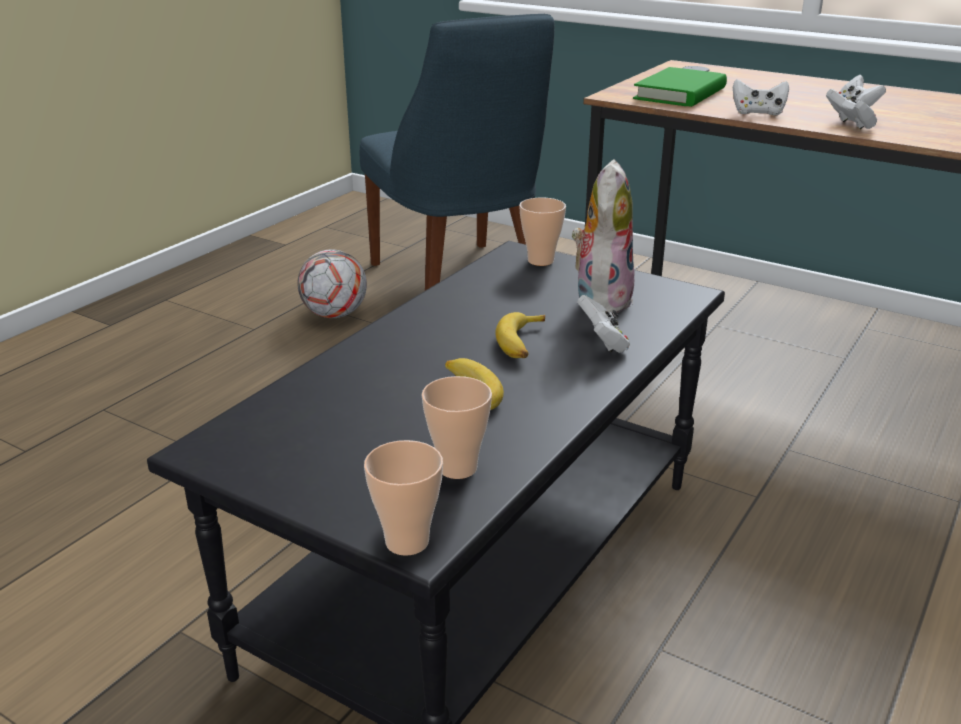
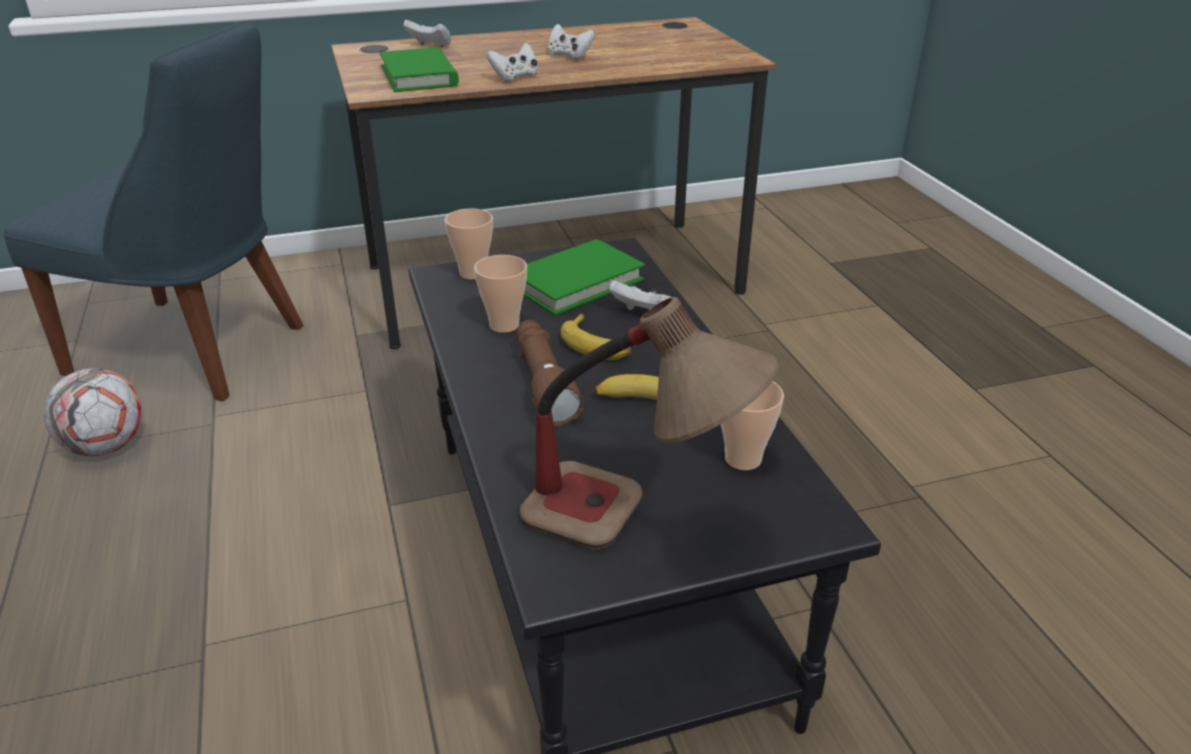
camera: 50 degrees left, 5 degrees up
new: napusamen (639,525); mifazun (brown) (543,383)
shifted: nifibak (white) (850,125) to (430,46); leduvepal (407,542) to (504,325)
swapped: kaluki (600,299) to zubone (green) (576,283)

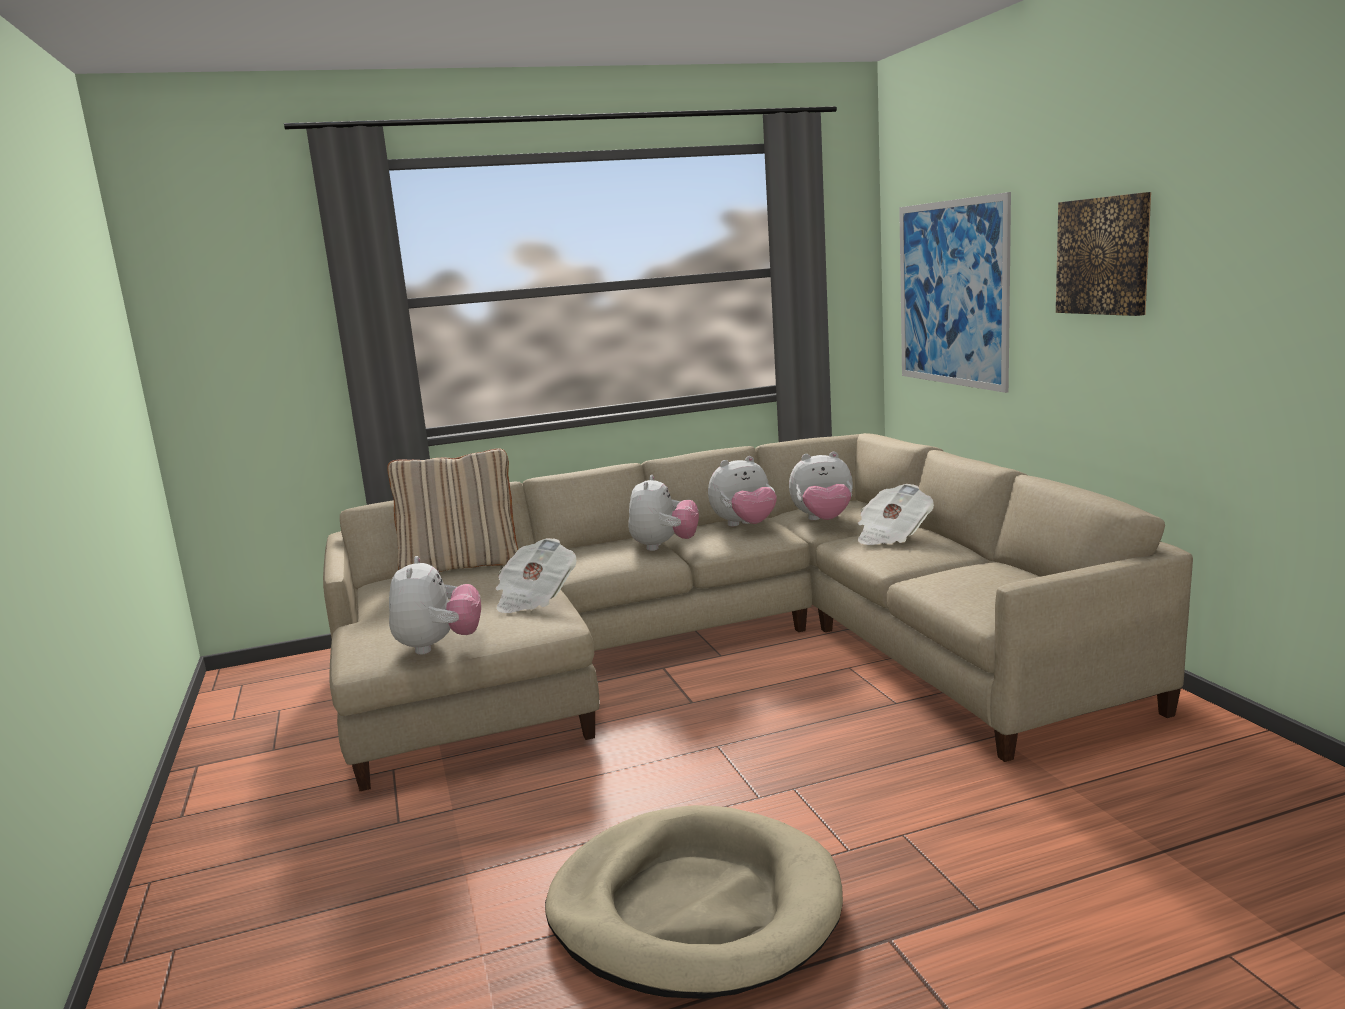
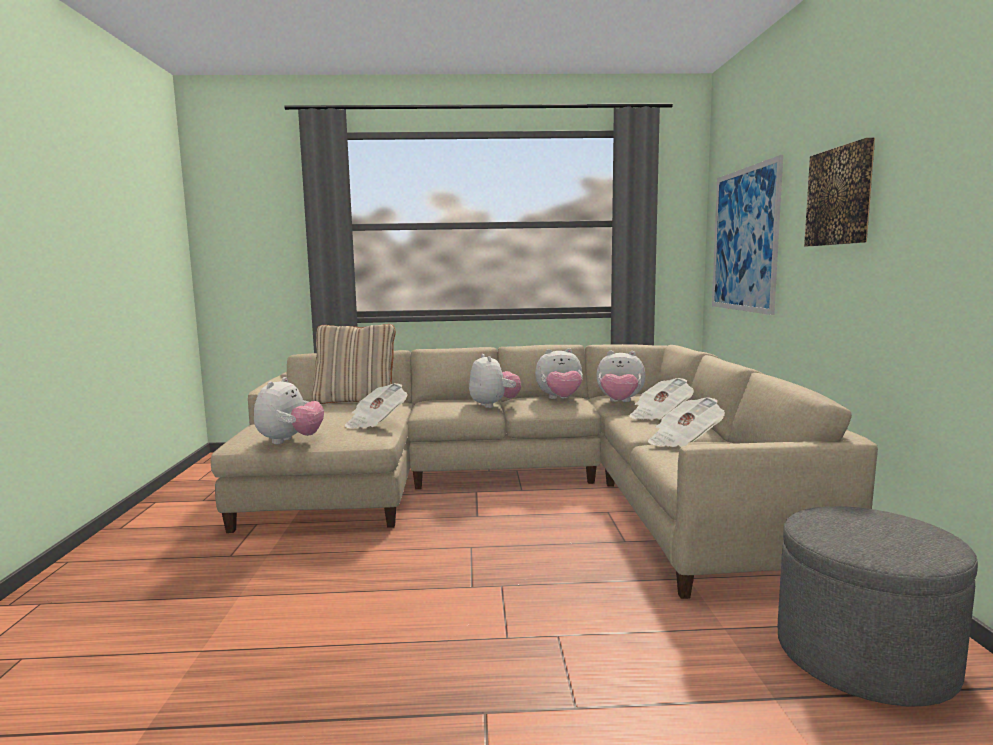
camera: 15 degrees right, 5 degrees down
gone: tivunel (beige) (694,908)
new: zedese (683,441); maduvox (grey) (863,657)
rotated: kaluki (664,546) = (494,405) 45 degrees counterclockwise

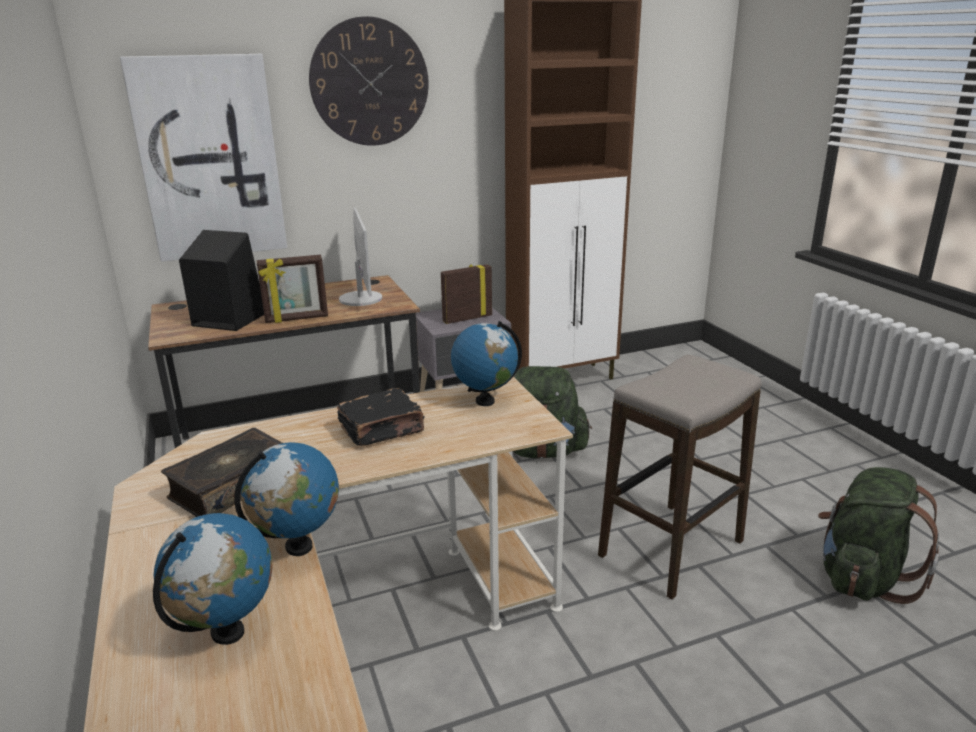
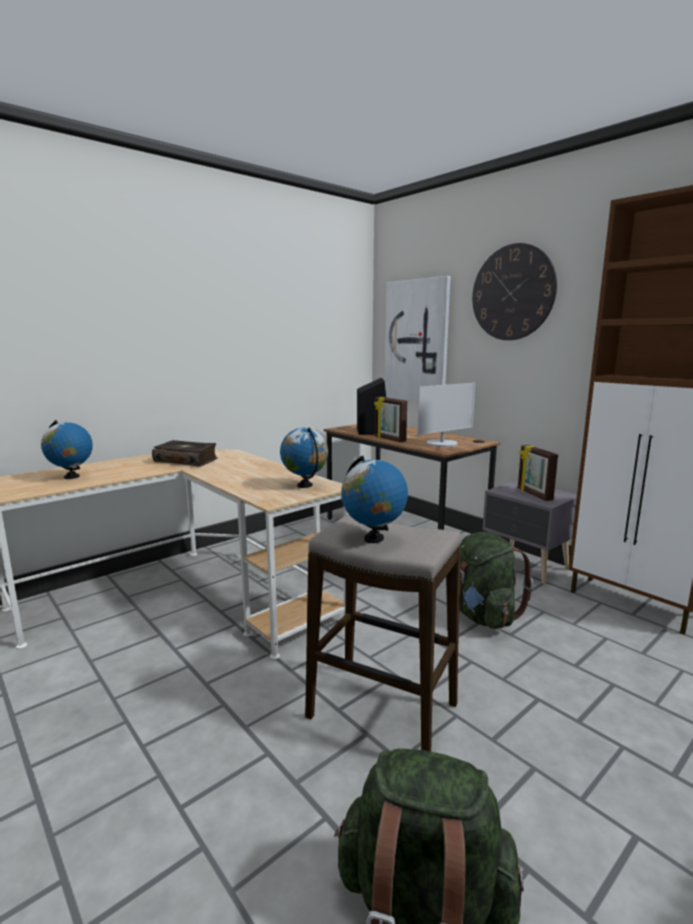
camera: 70 degrees right, 10 degrees down
gone: zubone (black) (383,430)
shifted: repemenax (299,547) to (373,539)
rotated: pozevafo (467,318) = (534,494) 150 degrees counterclockwise

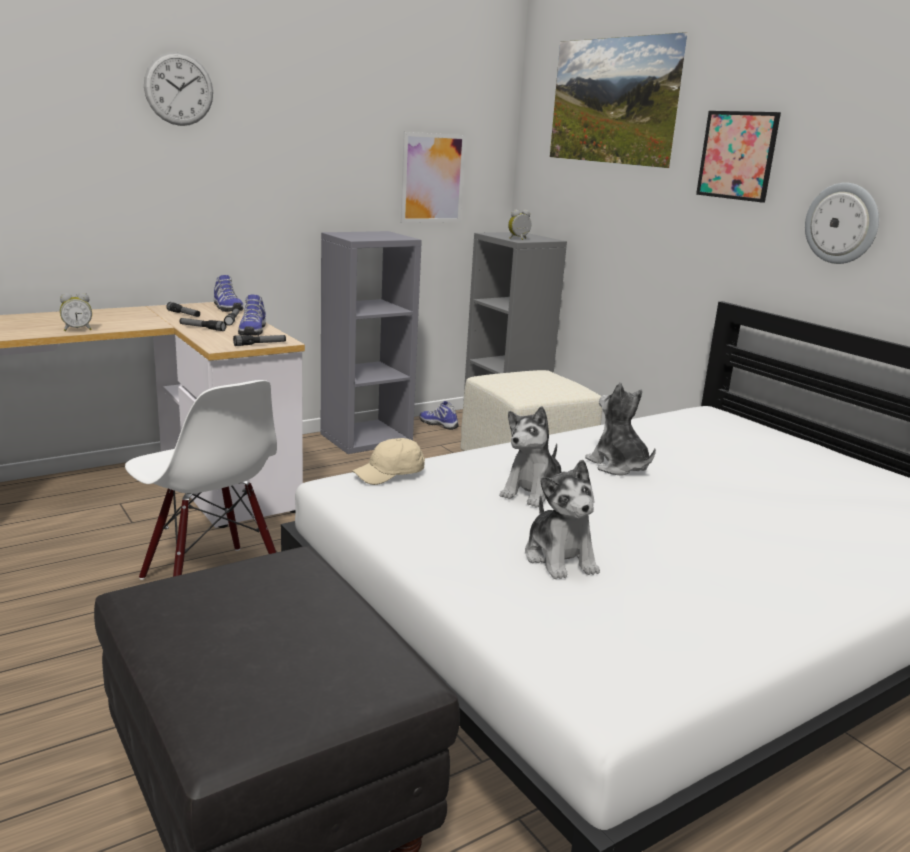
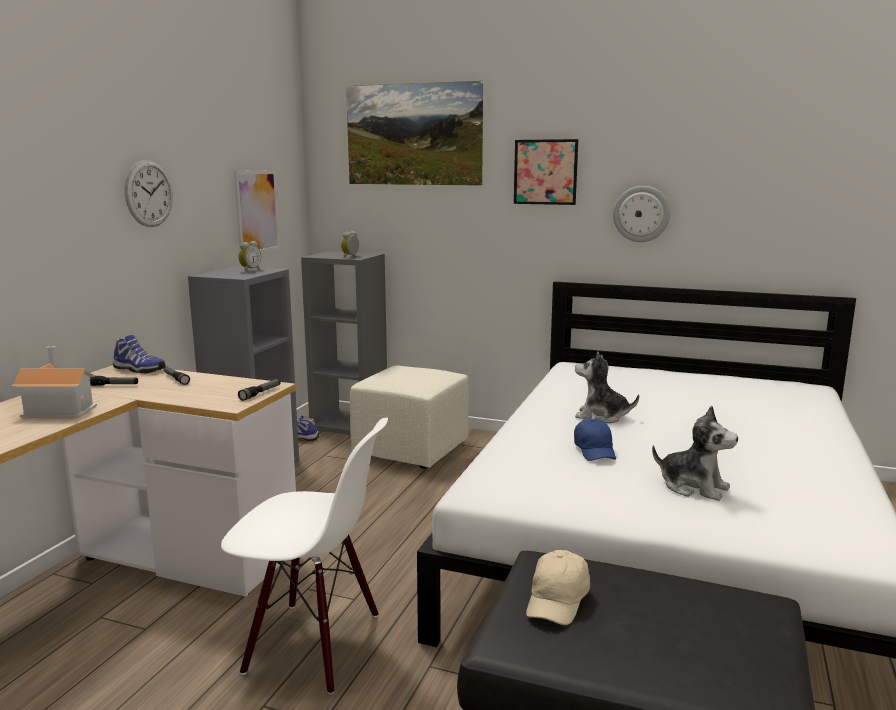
camera: 35 degrees left, 5 degrees down
gone: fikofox (252,331); mifazun (202,328)
new: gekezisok (59,407)
shifted: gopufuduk (179,89) to (149,193); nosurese (77,329) to (249,270); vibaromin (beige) (390,474) to (557,601)
swapped: kaluki (533,492) to vibaromin (blue) (595,451)

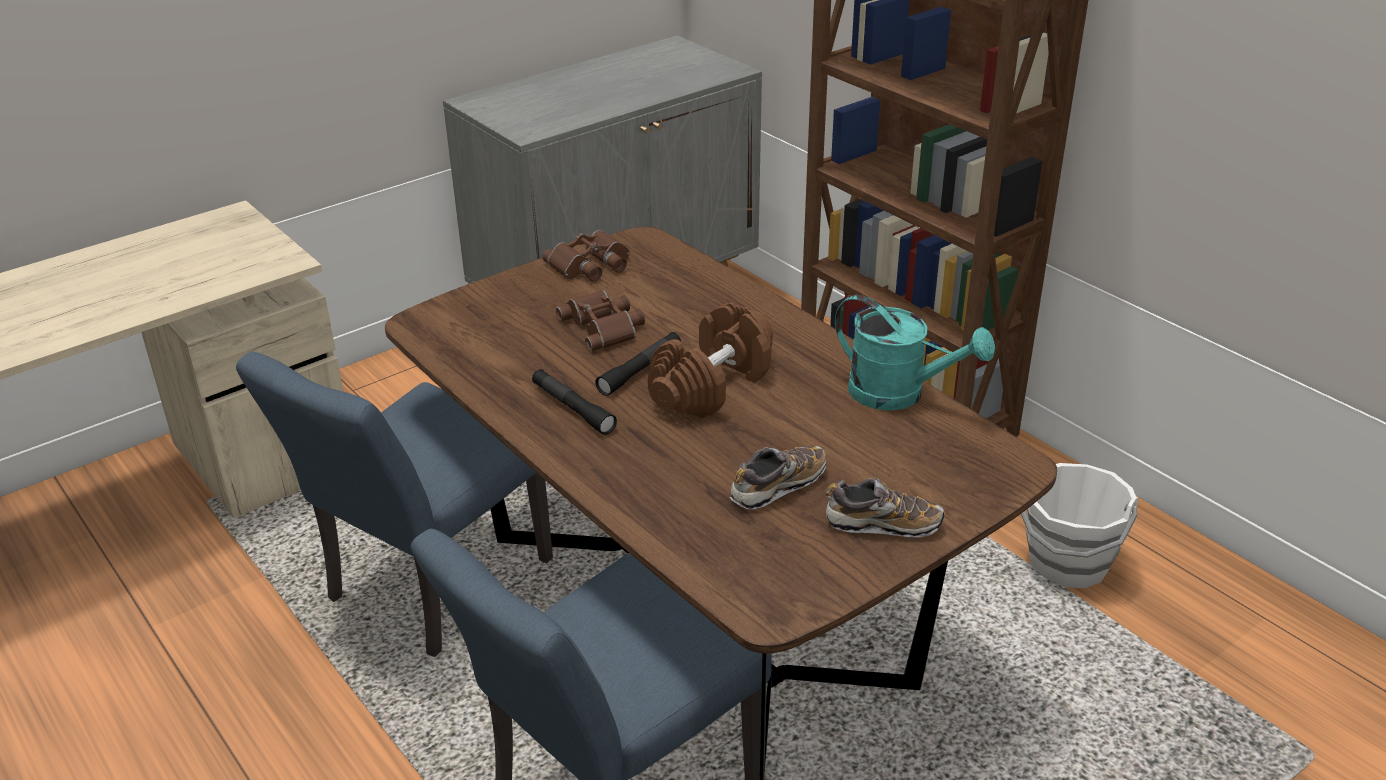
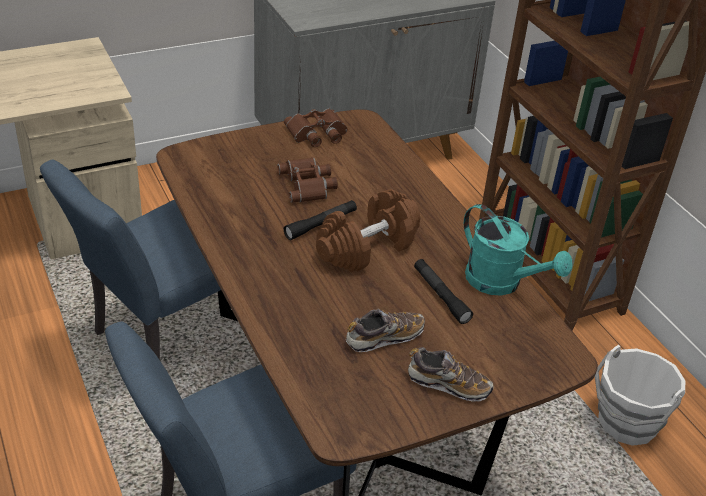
camera: 10 degrees right, 5 degrees up
shifted: mifazun (black) (573,408) to (440,296)

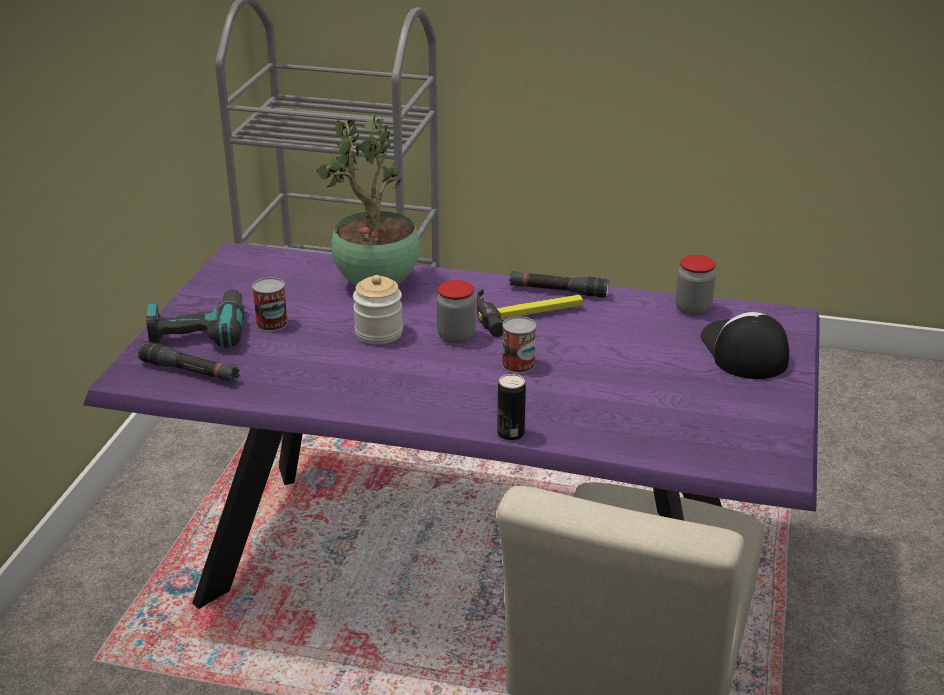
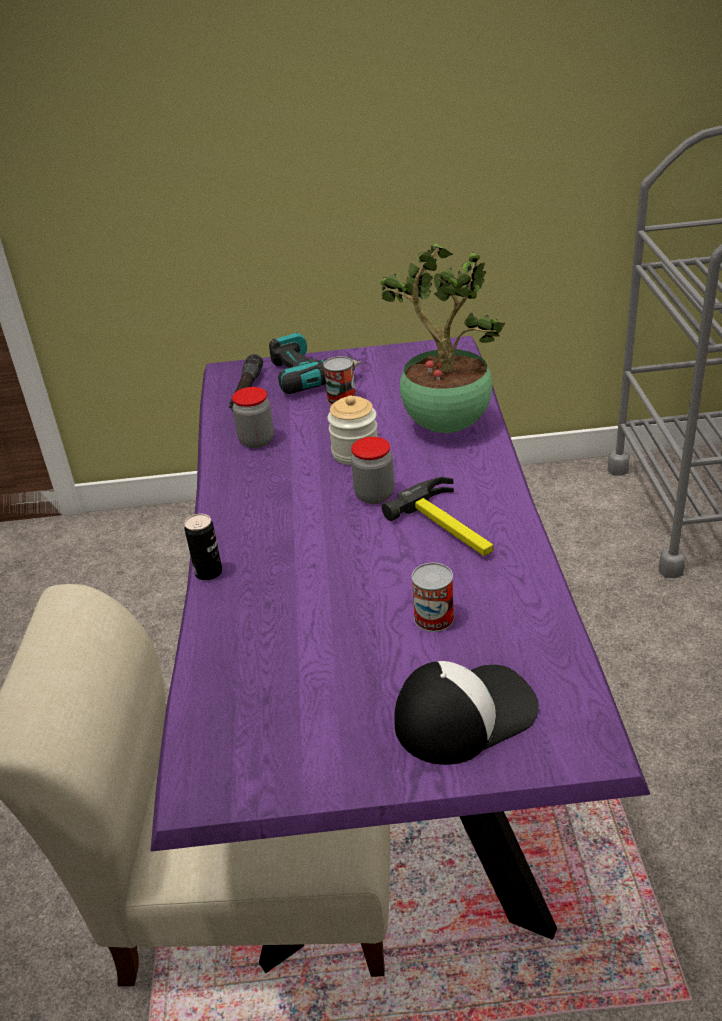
camera: 75 degrees right, 5 degrees up
gone: mifazun (black) (558,291)
shifted: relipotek (693,309) to (257,441); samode (518,364) to (434,618)

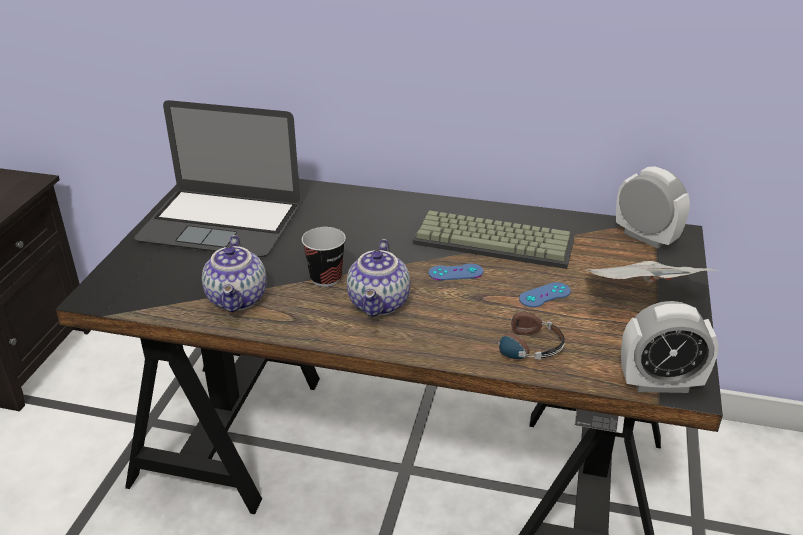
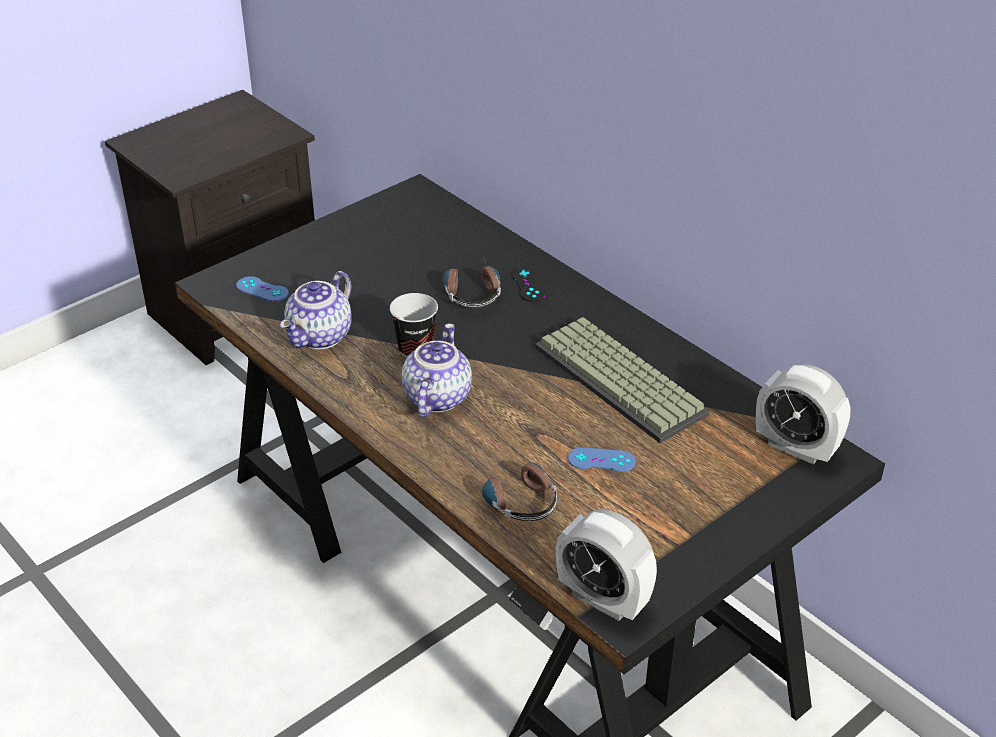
camera: 35 degrees right, 5 degrees up
gone: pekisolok (220,222); zedese (643,298)
new: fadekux (471,290); nifibak (black) (528,285)
shifted: nifibak (blue) (455,272) to (262,289)
rotated: nosurese (645,237) = (796,447) 135 degrees clockwise; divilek (380,304) = (435,397) 150 degrees clockwise

